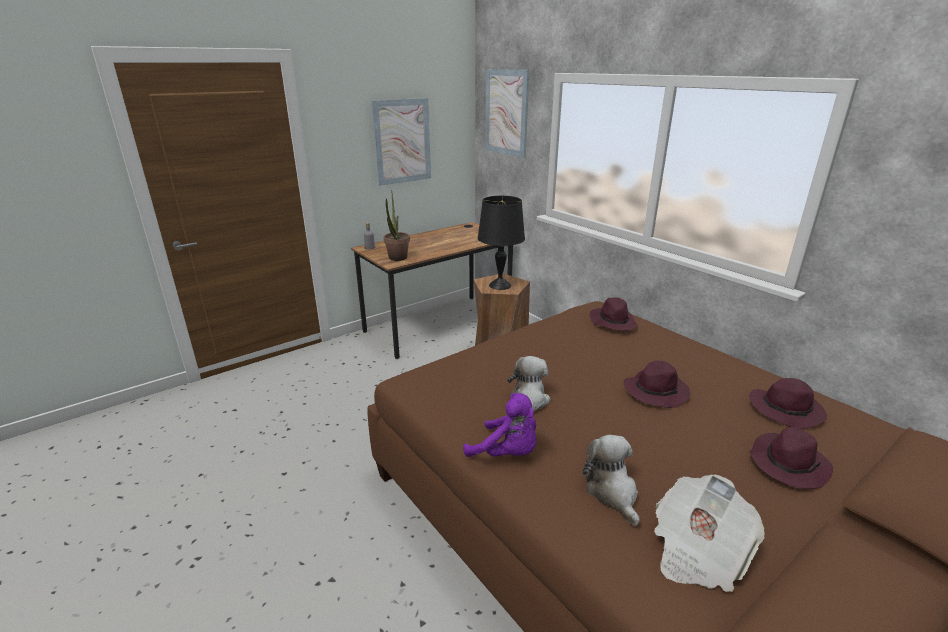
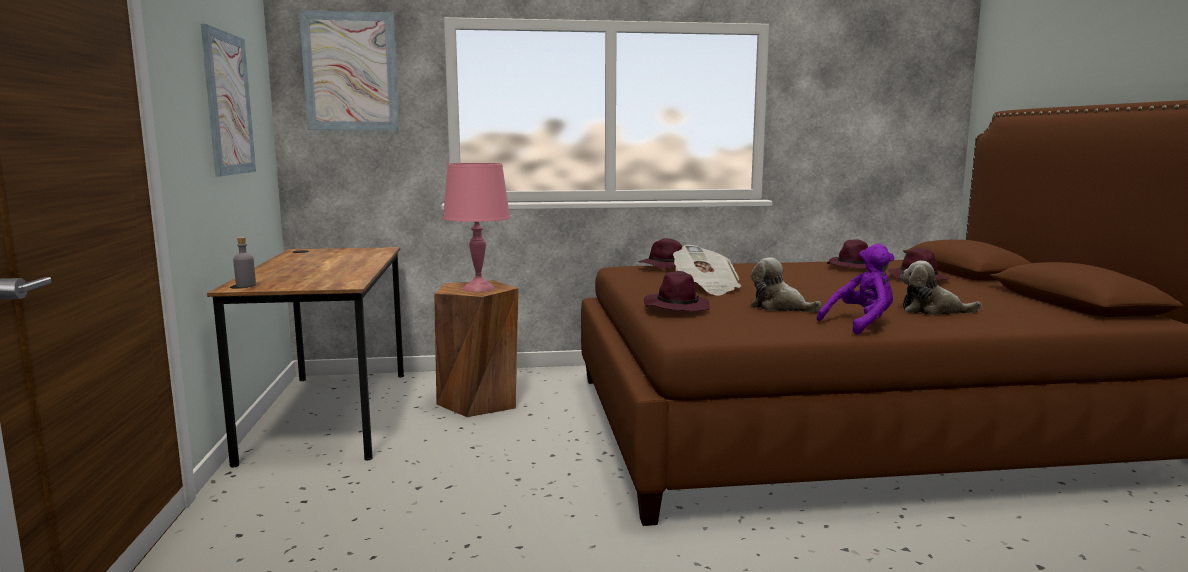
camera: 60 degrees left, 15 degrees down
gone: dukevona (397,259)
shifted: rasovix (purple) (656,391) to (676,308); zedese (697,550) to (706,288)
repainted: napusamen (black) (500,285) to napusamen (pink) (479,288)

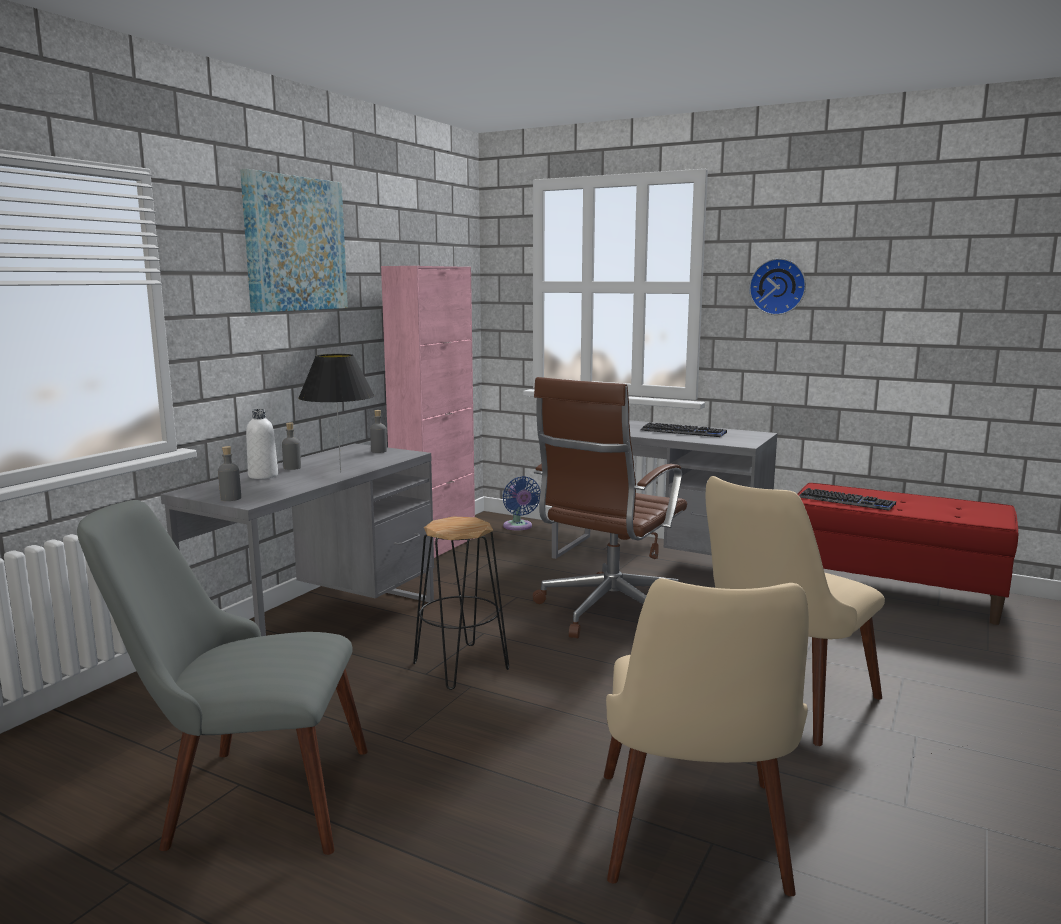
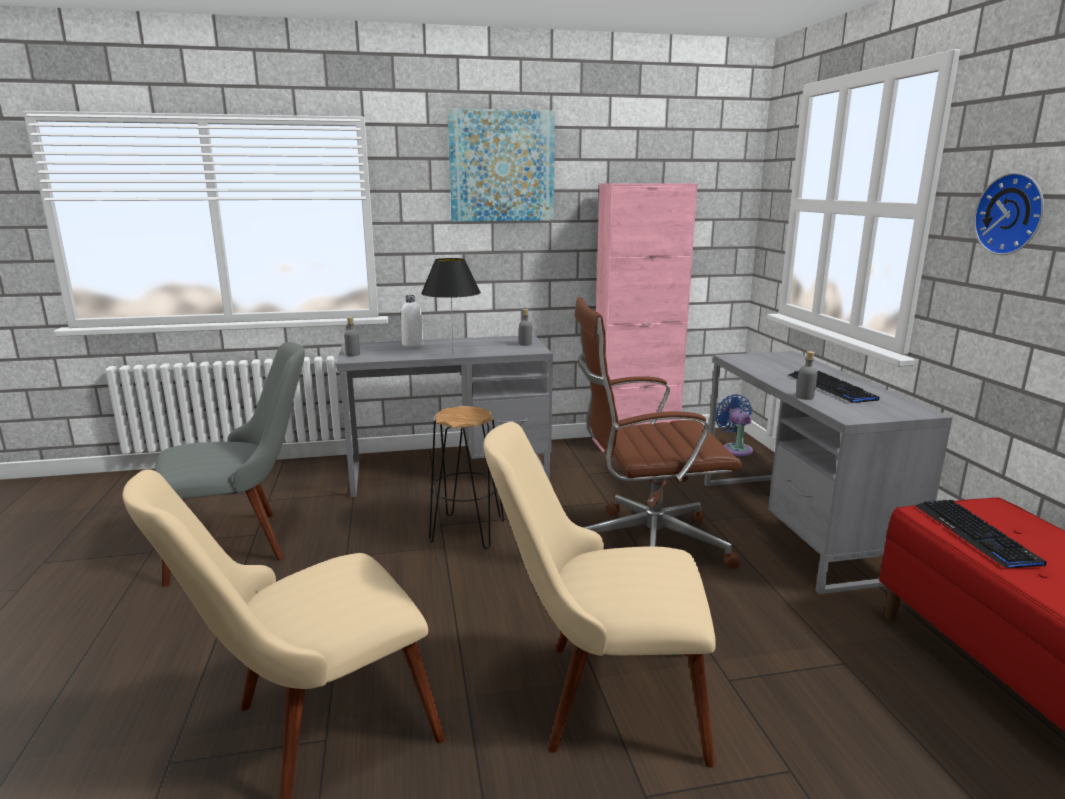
camera: 50 degrees right, 5 degrees up
shifted: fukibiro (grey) (292,468) to (804,397)
rotated: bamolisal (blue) (518,527) = (735,449) 135 degrees clockwise; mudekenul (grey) (243,797) = (243,542) 105 degrees clockwise

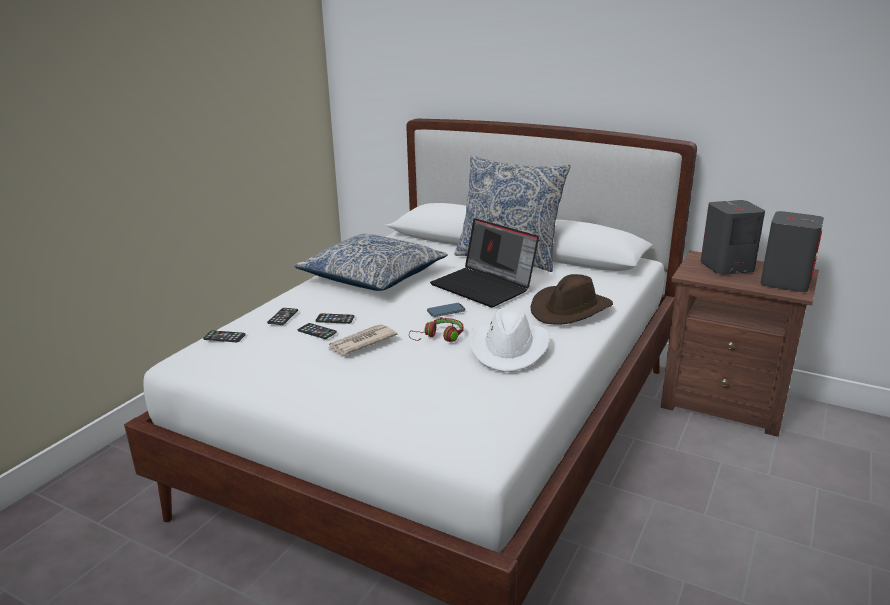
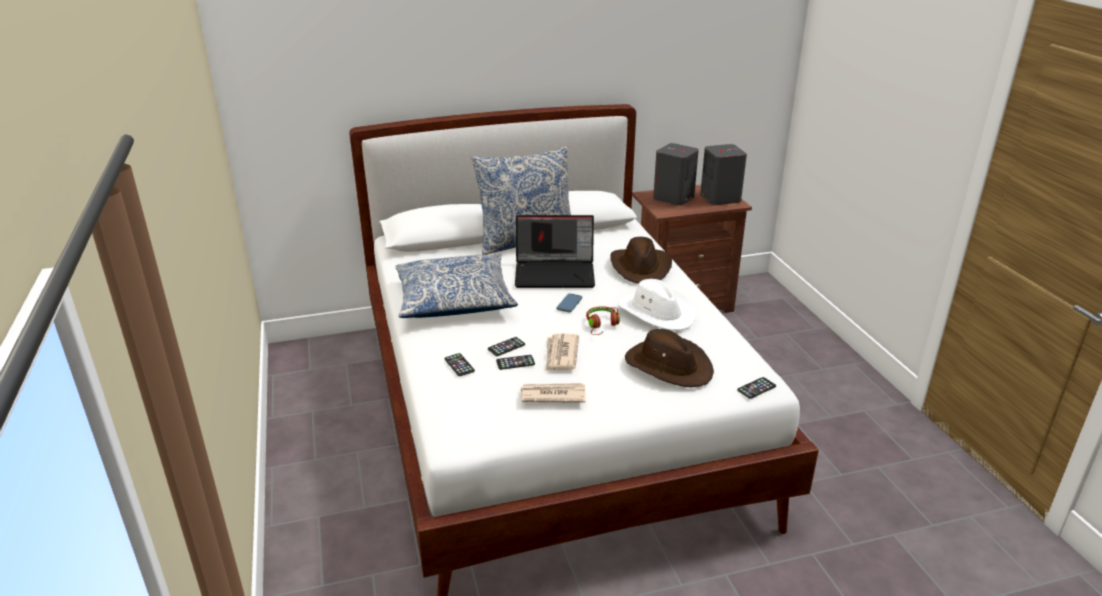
camera: 45 degrees left, 5 degrees up
new: rasovix (brown) (668,366); zedese (552,395)
shifted: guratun (224,337) to (756,388)

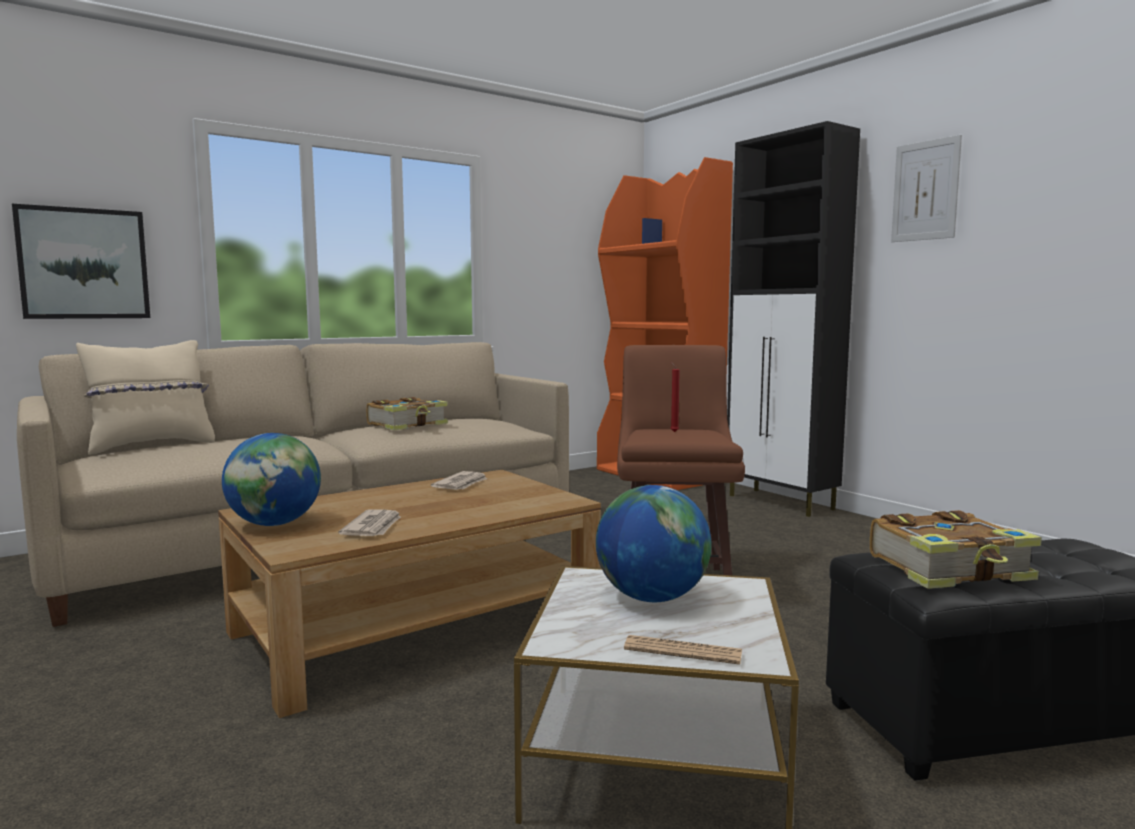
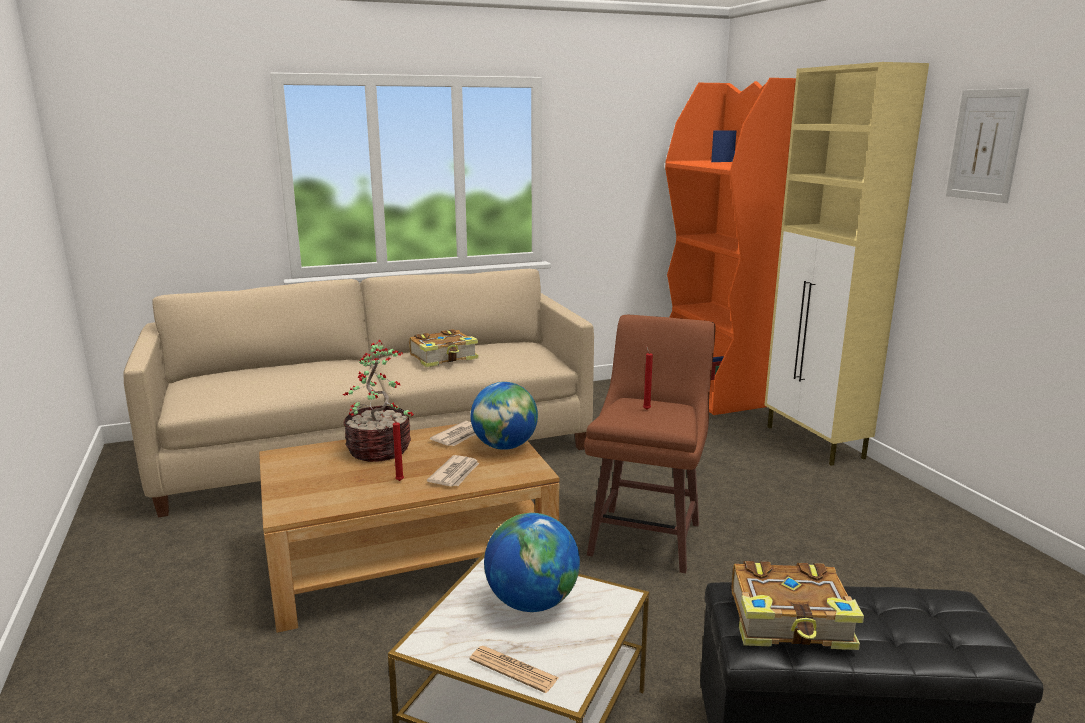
camera: 15 degrees right, 10 degrees up
gone: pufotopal (84,264); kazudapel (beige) (152,446)
new: dukevona (380,450); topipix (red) (398,480)
shifted: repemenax (275,524) to (505,446); zedese (373,527) to (455,474)
repainted: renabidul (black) (781,503) to renabidul (beige) (815,443)

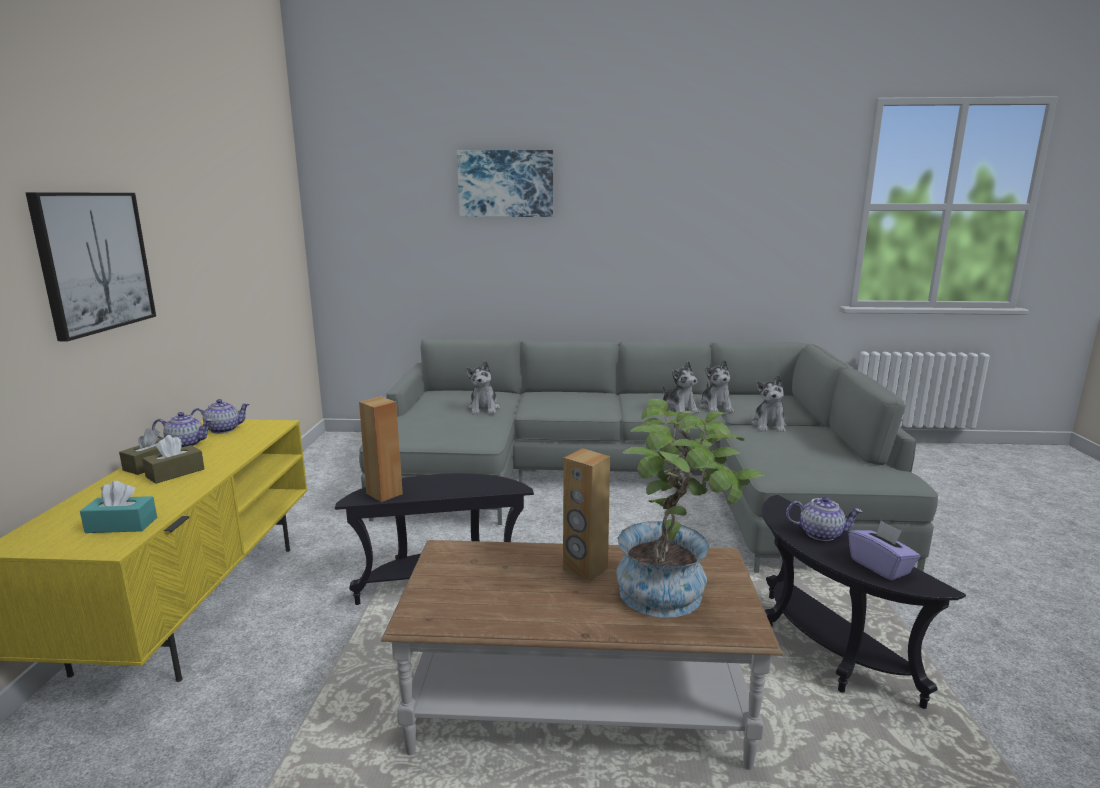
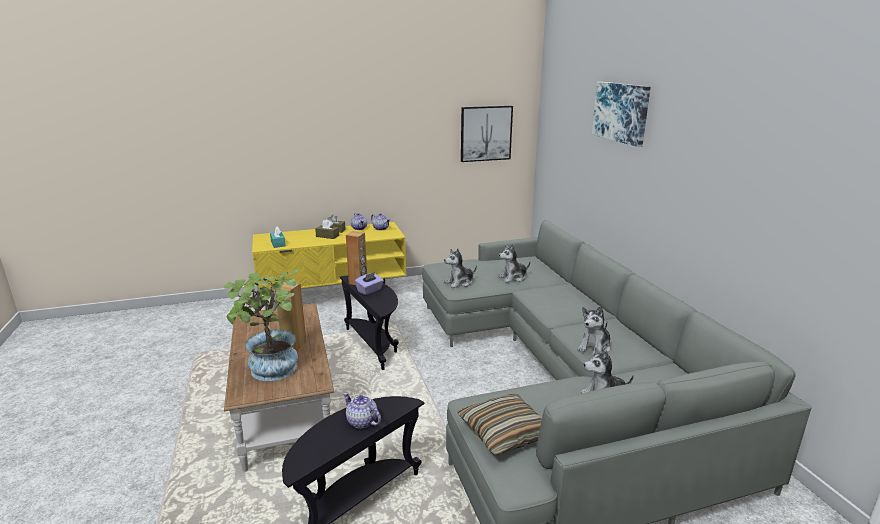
camera: 70 degrees right, 5 degrees up
new: kazudapel (505,432)
shifted: pufotopal (94,262) to (485,133); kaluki (716,407) to (459,282); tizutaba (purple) (880,566) to (369,290)
rotated: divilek (821,534) = (361,421) 135 degrees clockwise

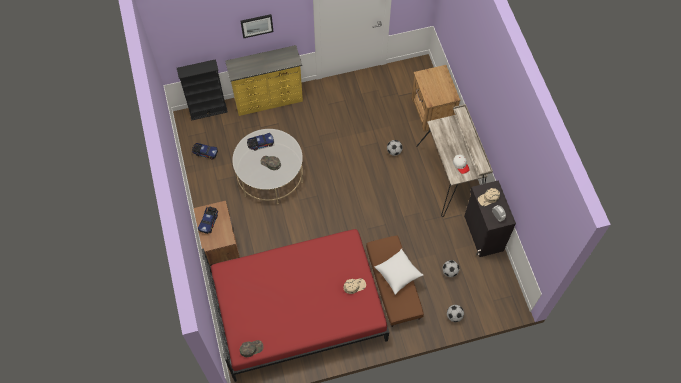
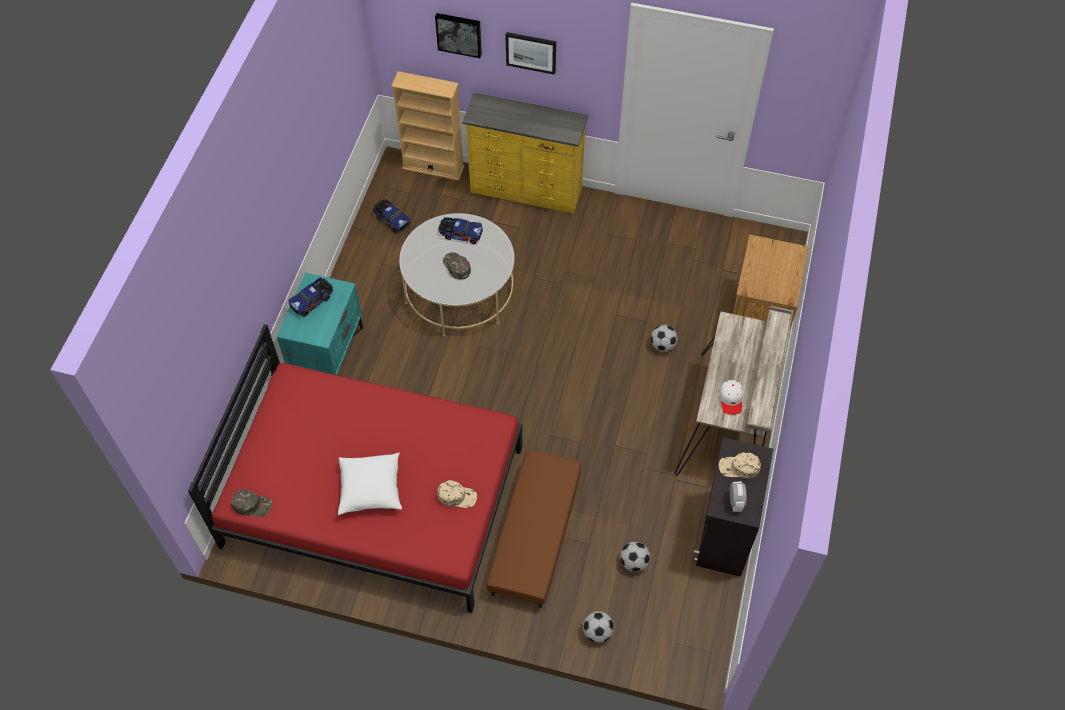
camera: 30 degrees right, 5 degrees down
new: pufotopal (459,34)
shifted: kazudapel (white) (398,274) to (371,489)
repainted: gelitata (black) (208,111) to gelitata (beige) (433,167); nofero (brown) (220,245) to nofero (turquoise) (328,352)

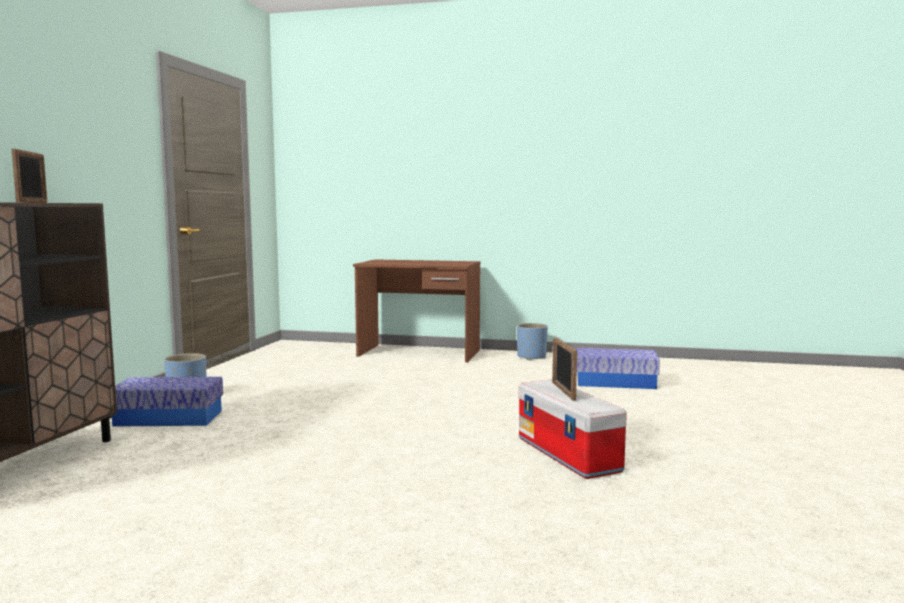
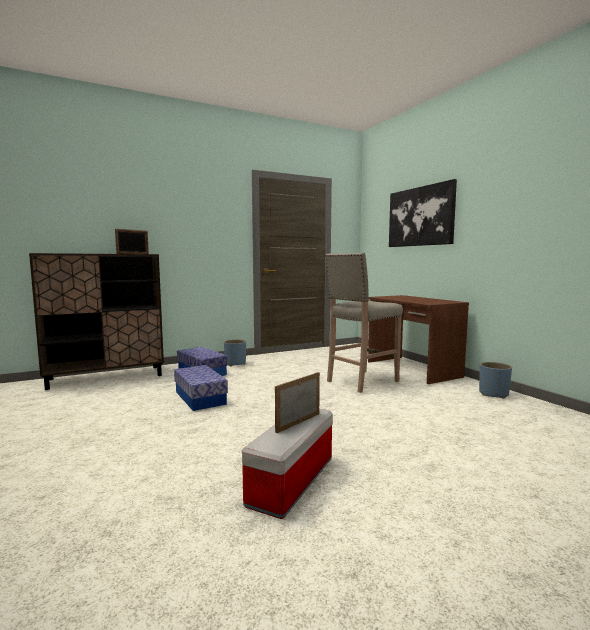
camera: 50 degrees right, 0 degrees up
new: pufotopal (420,216); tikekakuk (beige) (361,381)
shifted: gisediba (615,382) to (200,398)

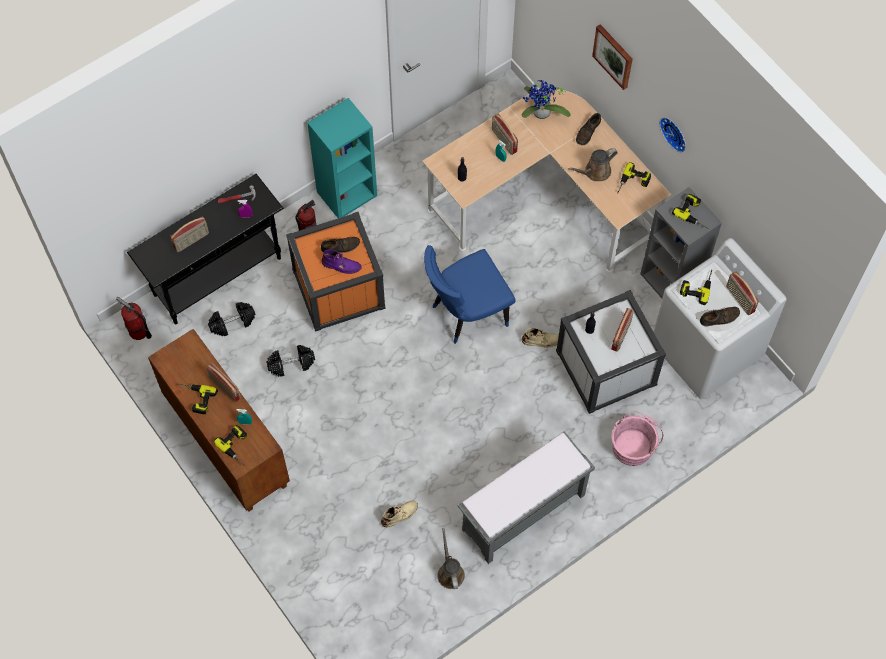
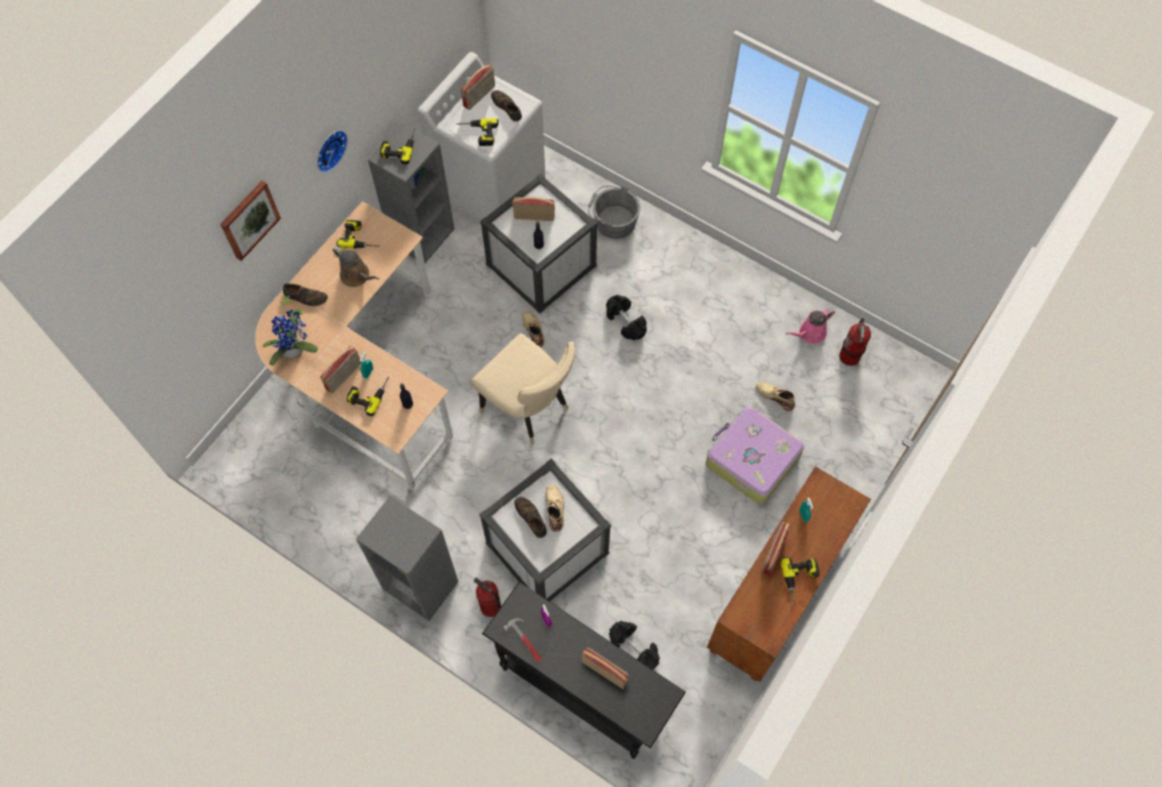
camera: 110 degrees left, 0 degrees up
gone: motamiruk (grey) (522,513)
new: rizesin (751,459)
shifted: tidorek (138,331) to (850,356); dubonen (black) (291,364) to (625,322); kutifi (237,446) to (369,393)
repainted: gelitata (turquoise) (347,193) to gelitata (grey) (419,585); gisediba (orange) (338,288) to gisediba (white) (547,549); mudekenul (blue) (466,313) to mudekenul (beige) (529,409); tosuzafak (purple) (341,265) to tosuzafak (beige) (554,508); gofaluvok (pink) (634,445) to gofaluvok (grey) (613,221); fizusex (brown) (450,572) to fizusex (pink) (810,333)

